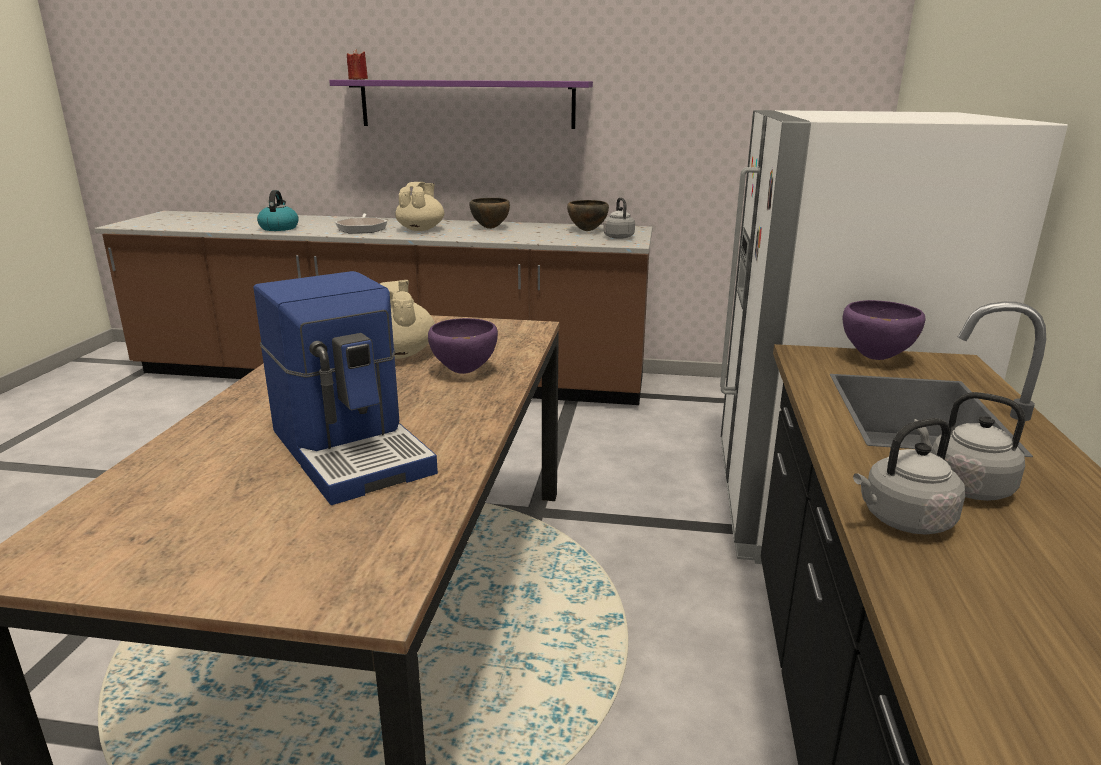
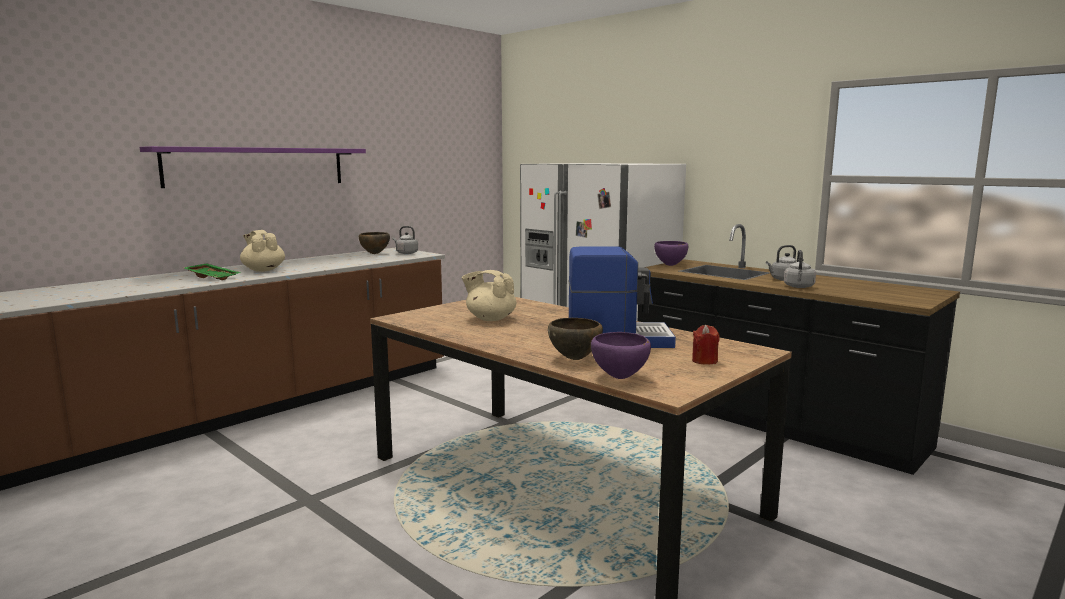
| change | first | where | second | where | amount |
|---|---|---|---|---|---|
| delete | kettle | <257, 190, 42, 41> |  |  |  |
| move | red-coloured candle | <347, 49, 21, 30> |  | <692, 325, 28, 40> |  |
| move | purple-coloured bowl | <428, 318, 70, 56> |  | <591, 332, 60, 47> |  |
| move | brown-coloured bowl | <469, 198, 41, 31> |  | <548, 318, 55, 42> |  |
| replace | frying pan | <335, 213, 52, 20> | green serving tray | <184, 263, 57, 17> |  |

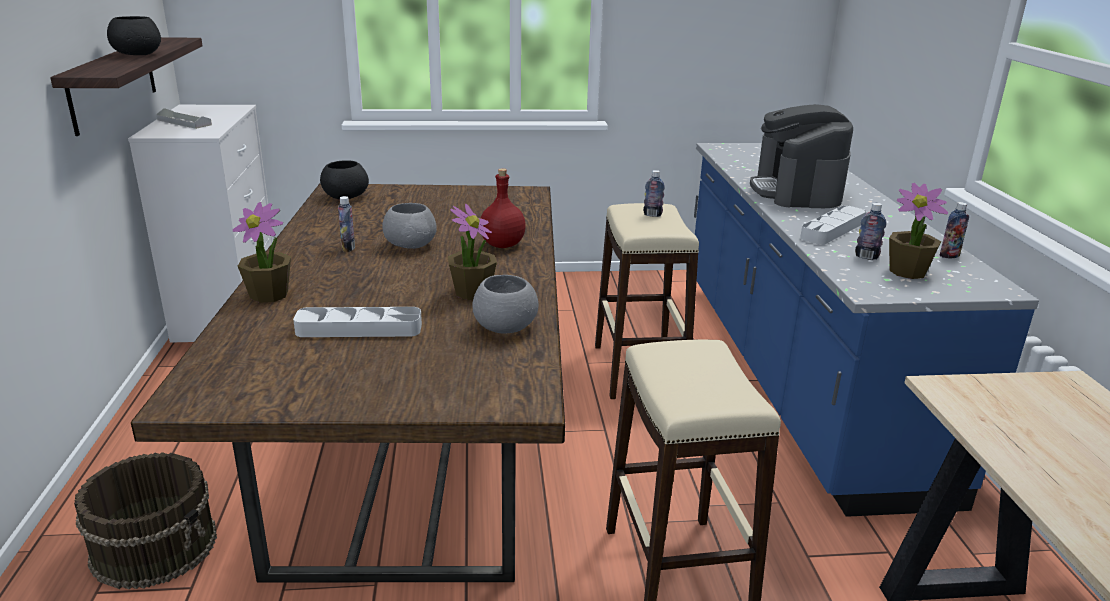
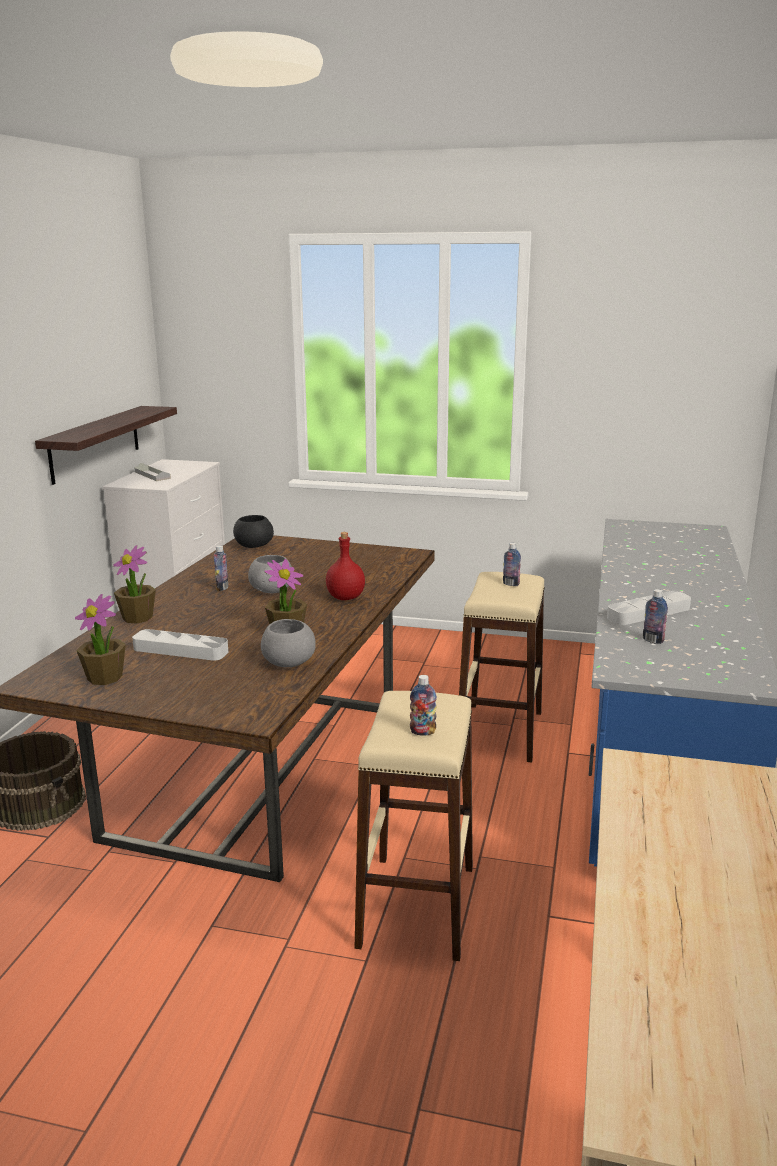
| change | first | where | second | where | amount |
|---|---|---|---|---|---|
| delete | black-coloured bowl | <107, 16, 54, 39> |  |  |  |
| delete | coffee maker | <750, 104, 103, 104> |  |  |  |
| move | houseplant | <889, 183, 60, 96> |  | <75, 594, 51, 91> |  |
| move | drink bottle | <940, 202, 29, 56> |  | <410, 675, 27, 60> |  |

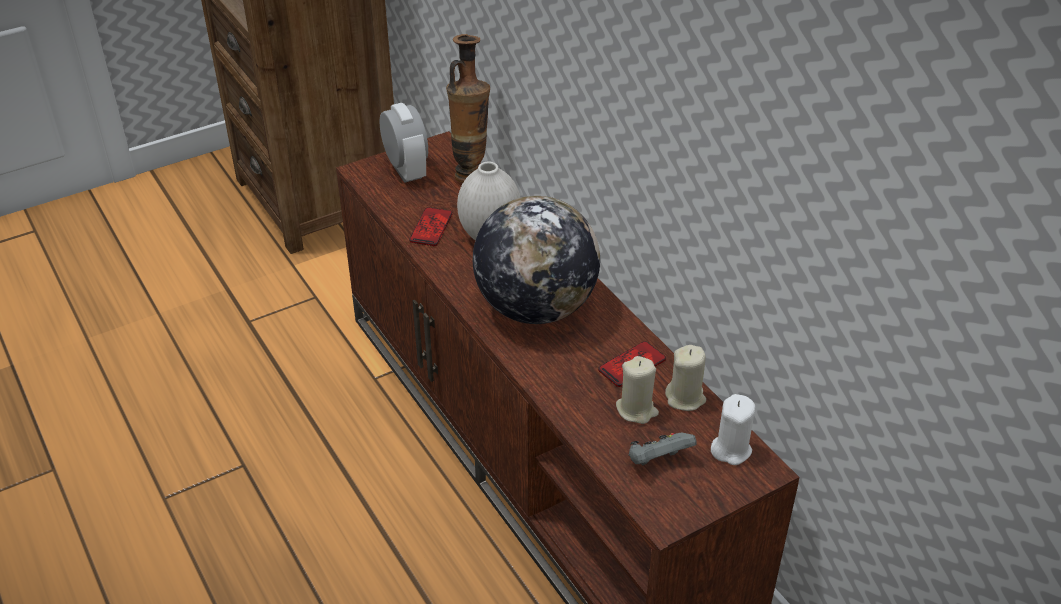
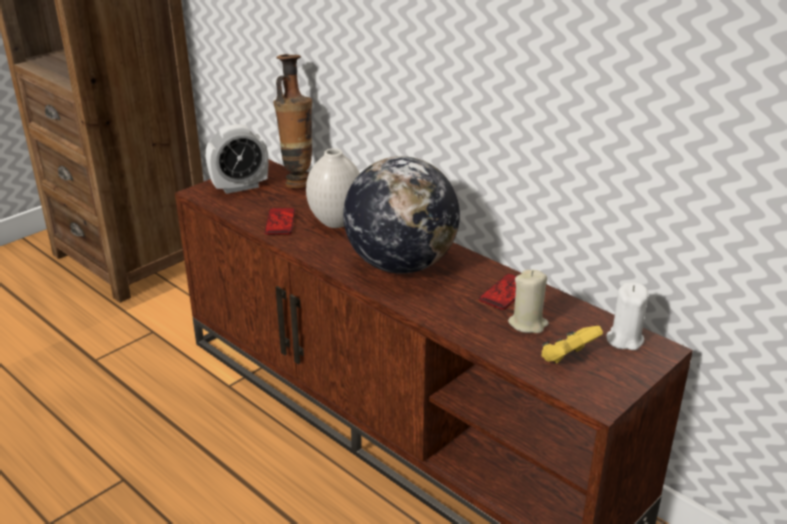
| change | first | where | second | where | amount |
|---|---|---|---|---|---|
| delete | sand-coloured candle | <665, 345, 41, 66> |  |  |  |
| recolor | greyish joypad | <629, 433, 68, 33> | yellow joypad | <542, 326, 61, 37> |  |
| rotate | table clock | <380, 103, 48, 80> |  | <206, 124, 62, 70> | 105 degrees clockwise |

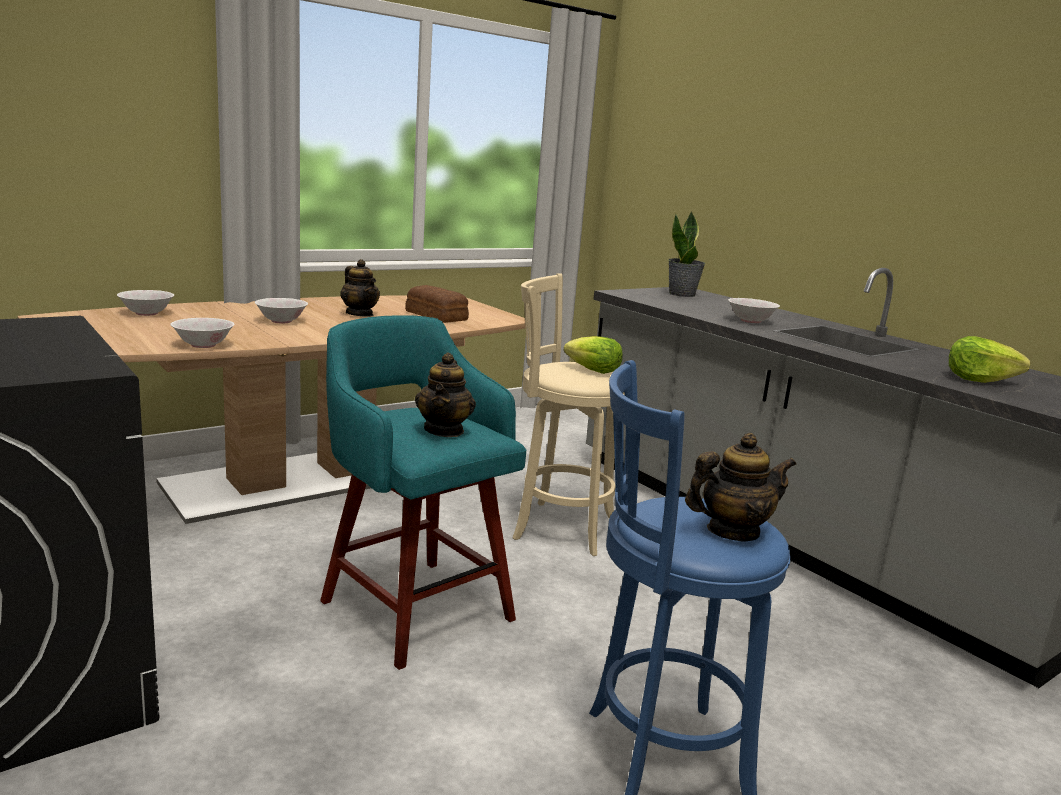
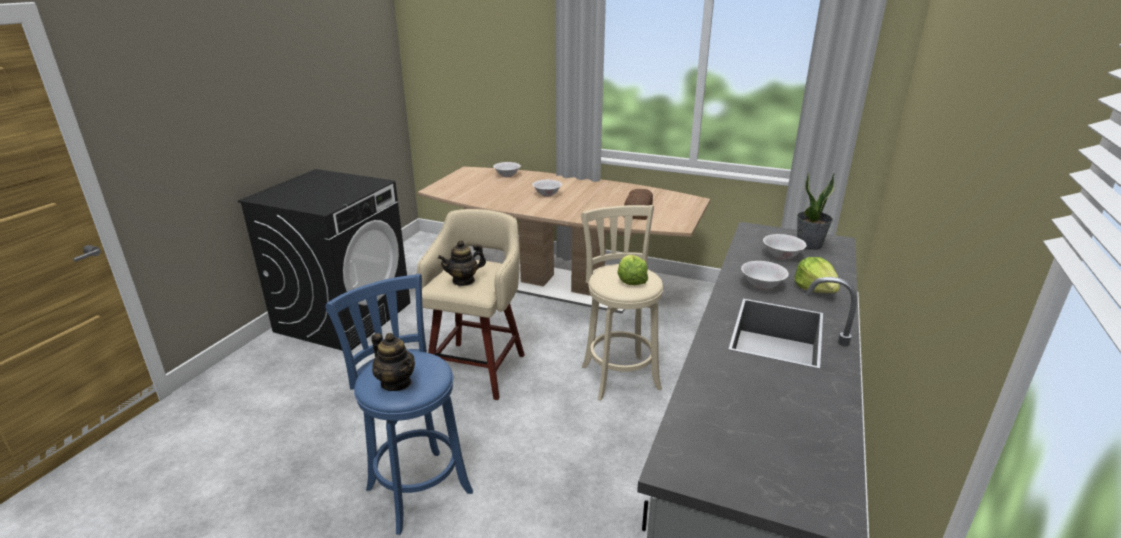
| change | first | where | second | where | amount |
|---|---|---|---|---|---|
| delete | teapot | <340, 259, 40, 58> |  |  |  |
| move | whitish bowl | <170, 318, 64, 30> |  | <763, 234, 44, 26> |  |
| move | lettuce | <949, 336, 81, 47> |  | <794, 257, 46, 36> |  |
| recolor | turquoise-coloured sitting stool | <320, 315, 206, 355> | sand-coloured sitting stool | <417, 209, 108, 191> |  |

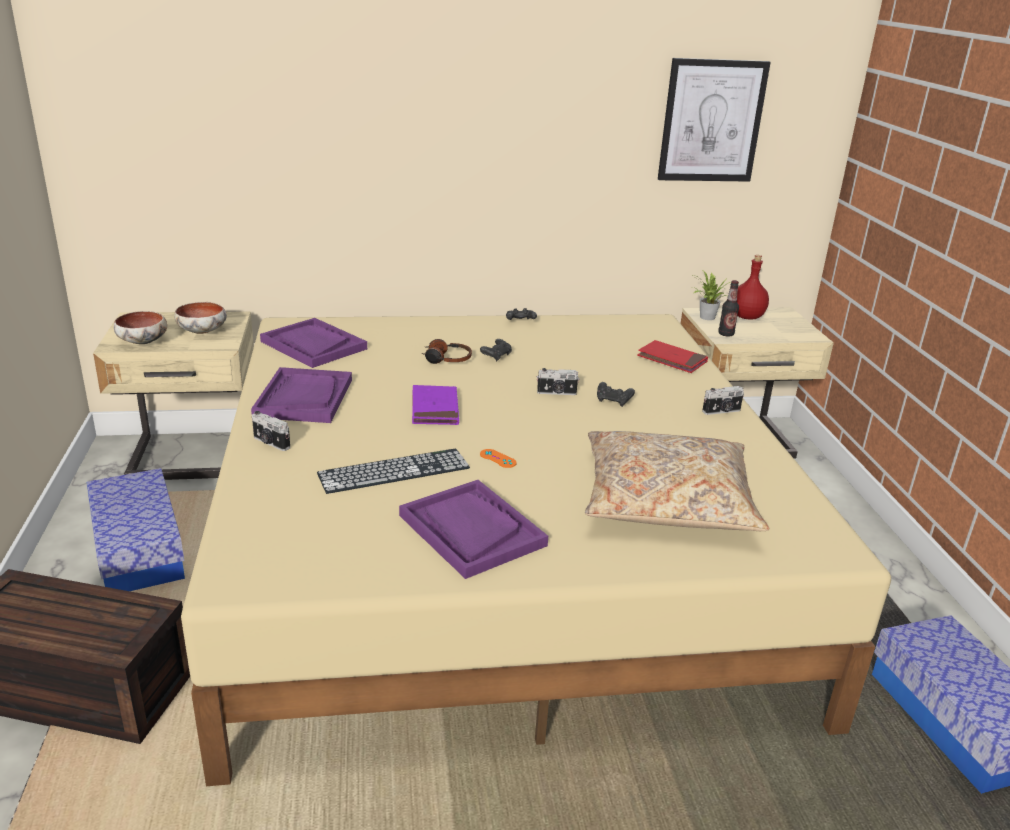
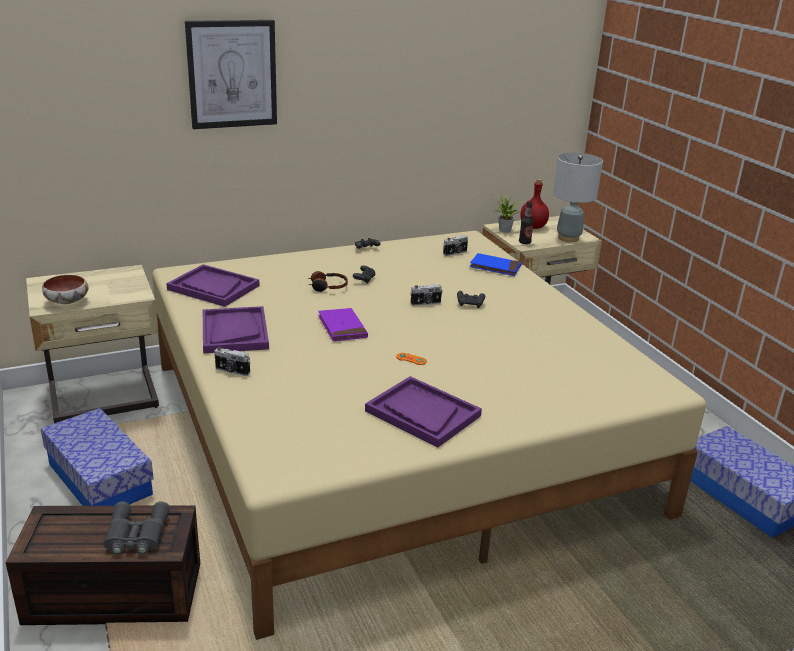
| change | first | where | second | where | amount |
|---|---|---|---|---|---|
| delete | bowl | <174, 302, 53, 32> |  |  |  |
| delete | PC keyboard | <317, 449, 153, 45> |  |  |  |
| delete | sand-coloured throw pillow | <585, 431, 185, 100> |  |  |  |
| insert |  |  | greyish field glasses | <103, 501, 67, 54> |  |
| insert |  |  | greyish lamp for a table | <553, 152, 50, 90> |  |
| move | picture | <658, 58, 113, 124> |  | <185, 20, 92, 109> |  |
| move | photo camera | <702, 386, 42, 29> |  | <443, 235, 25, 21> |  |
| recolor | red-coloured bound book | <637, 340, 71, 33> | bluish bound book | <470, 253, 52, 23> |  |

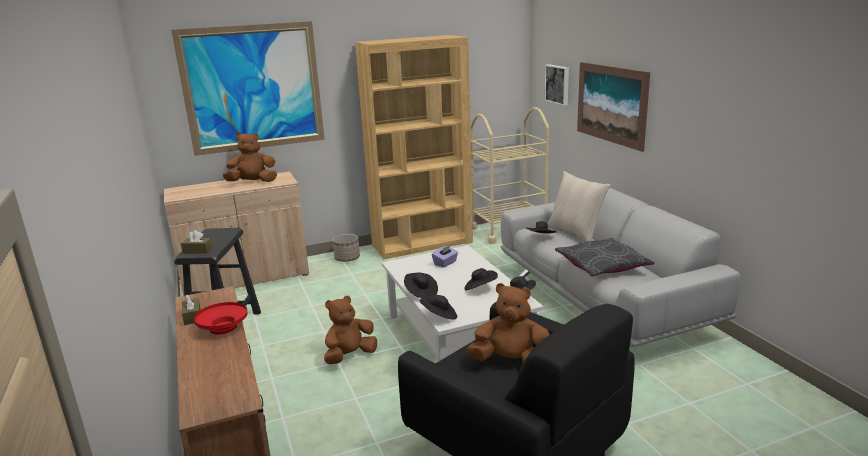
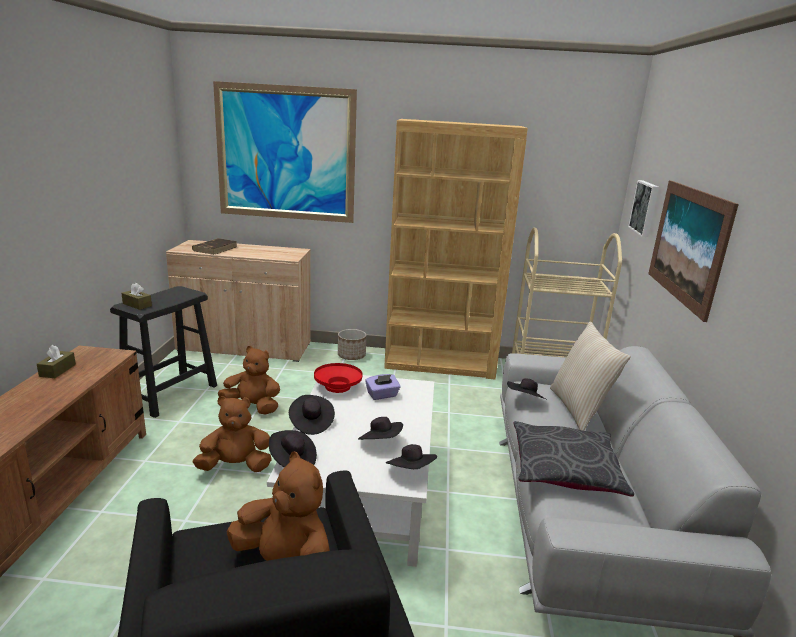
| change | first | where | second | where | amount |
|---|---|---|---|---|---|
| insert |  |  | brown-coloured bound book | <192, 238, 45, 17> |  |
| move | red-coloured bowl | <194, 302, 54, 32> |  | <314, 363, 49, 30> |  |
| move | brown-coloured cuddly toy | <223, 133, 54, 49> |  | <218, 346, 62, 69> |  |

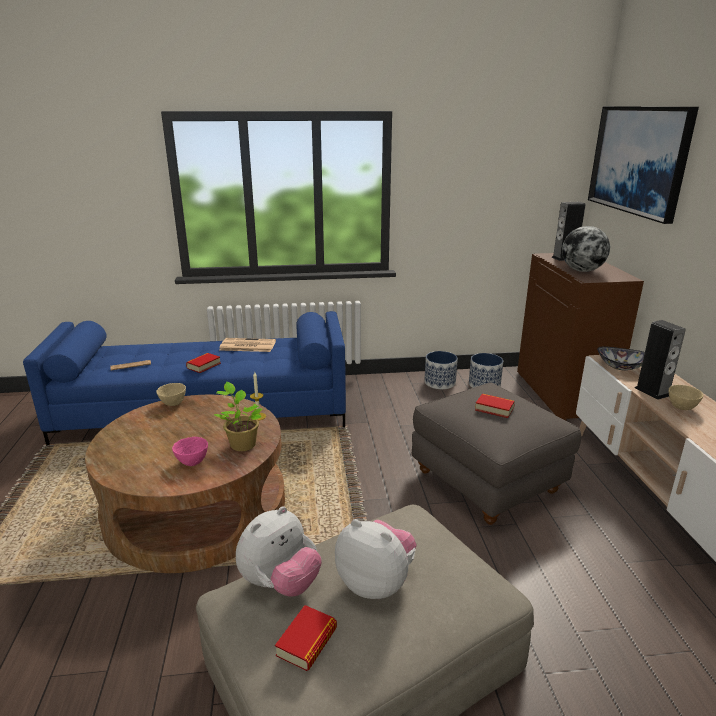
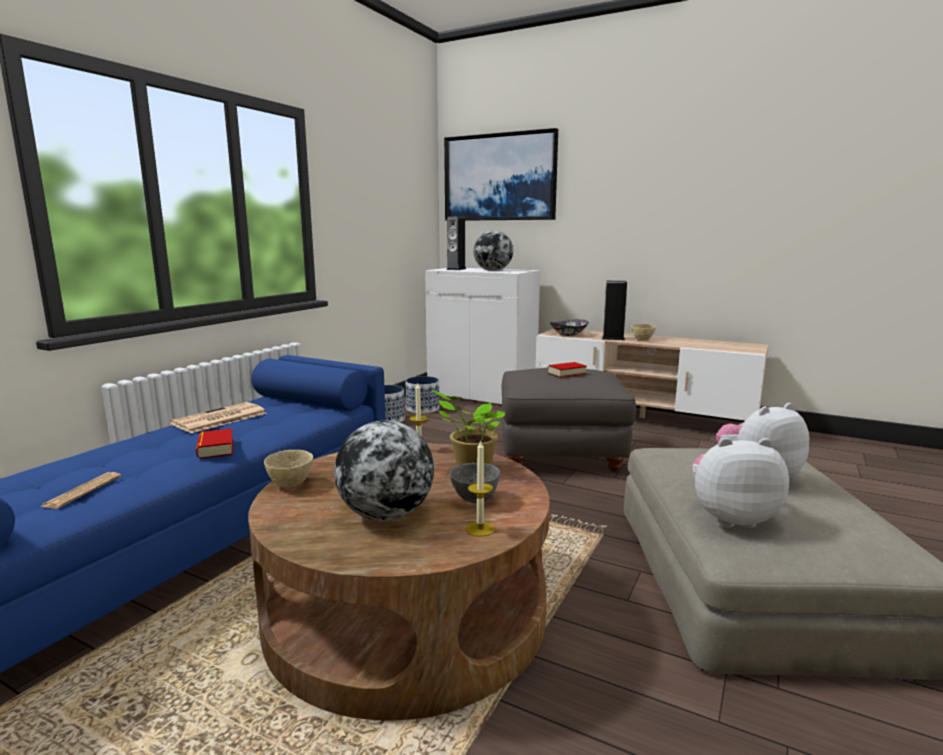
| change | first | where | second | where | amount |
|---|---|---|---|---|---|
| delete | bound book | <275, 605, 62, 66> |  |  |  |
| insert |  |  | globe | <334, 420, 100, 101> |  |
| insert |  |  | candle | <466, 440, 29, 97> |  |
| recolor | pinkish bowl | <172, 437, 36, 29> | greyish bowl | <450, 463, 50, 40> |  |
| recolor | brown-coloured cabinet | <517, 253, 127, 168> | whitish cabinet | <425, 268, 115, 136> |  |
| rotate | cuddly toy | <236, 506, 86, 91> |  | <693, 437, 96, 91> | 75 degrees counterclockwise |

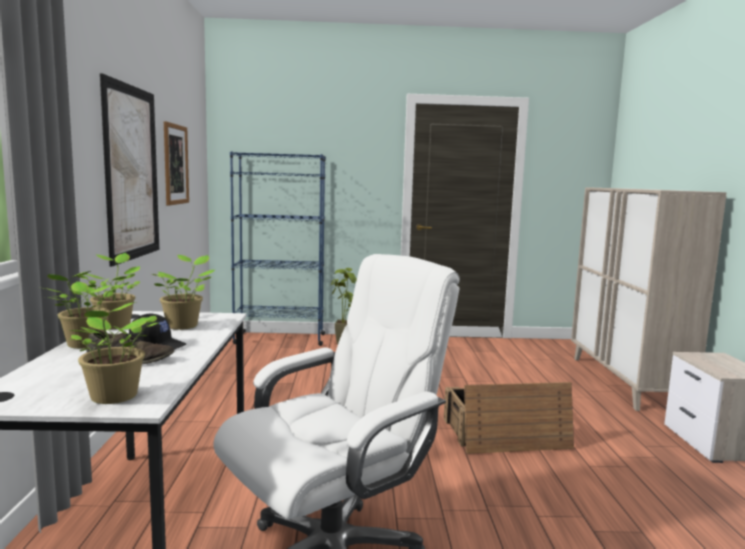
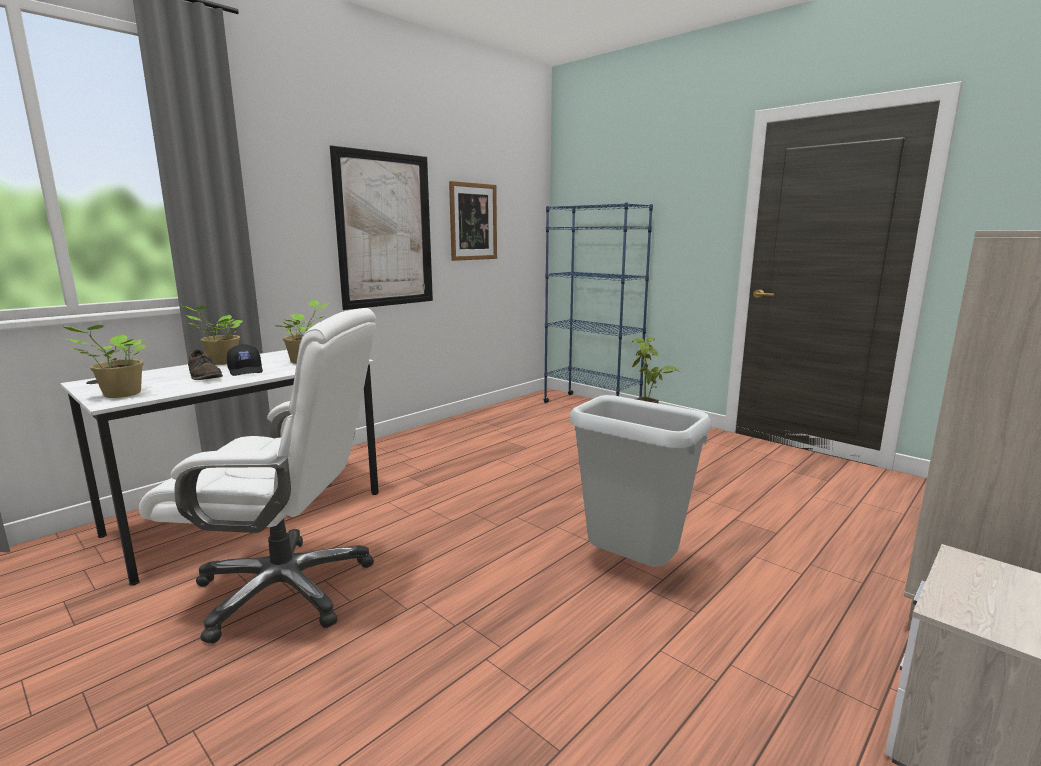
| change | first | where | second | where | amount |
|---|---|---|---|---|---|
| delete | houseplant | <77, 253, 63, 76> |  |  |  |
| replace | packing crate | <444, 382, 130, 72> | greyish rubbish bin | <570, 395, 142, 172> |  |

